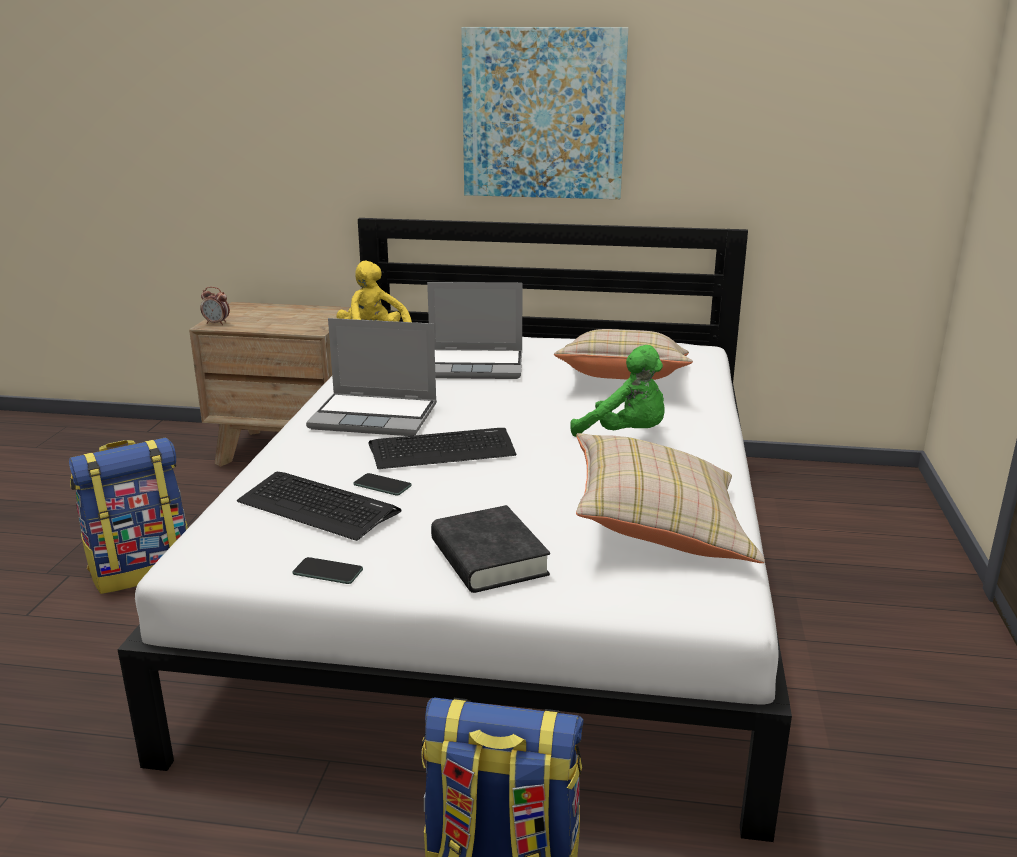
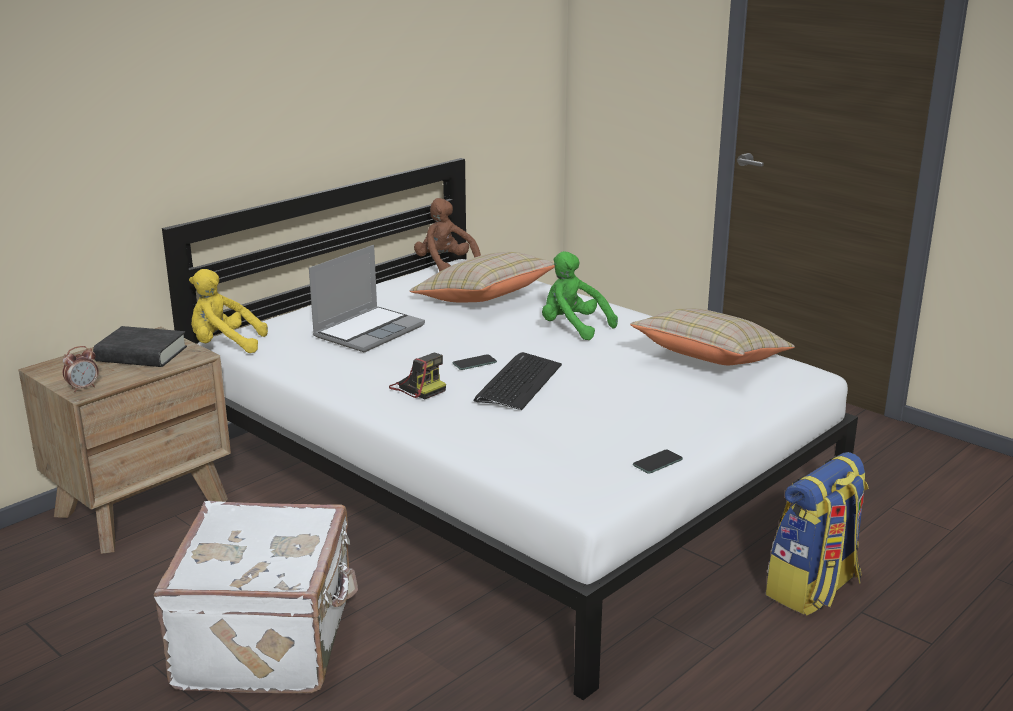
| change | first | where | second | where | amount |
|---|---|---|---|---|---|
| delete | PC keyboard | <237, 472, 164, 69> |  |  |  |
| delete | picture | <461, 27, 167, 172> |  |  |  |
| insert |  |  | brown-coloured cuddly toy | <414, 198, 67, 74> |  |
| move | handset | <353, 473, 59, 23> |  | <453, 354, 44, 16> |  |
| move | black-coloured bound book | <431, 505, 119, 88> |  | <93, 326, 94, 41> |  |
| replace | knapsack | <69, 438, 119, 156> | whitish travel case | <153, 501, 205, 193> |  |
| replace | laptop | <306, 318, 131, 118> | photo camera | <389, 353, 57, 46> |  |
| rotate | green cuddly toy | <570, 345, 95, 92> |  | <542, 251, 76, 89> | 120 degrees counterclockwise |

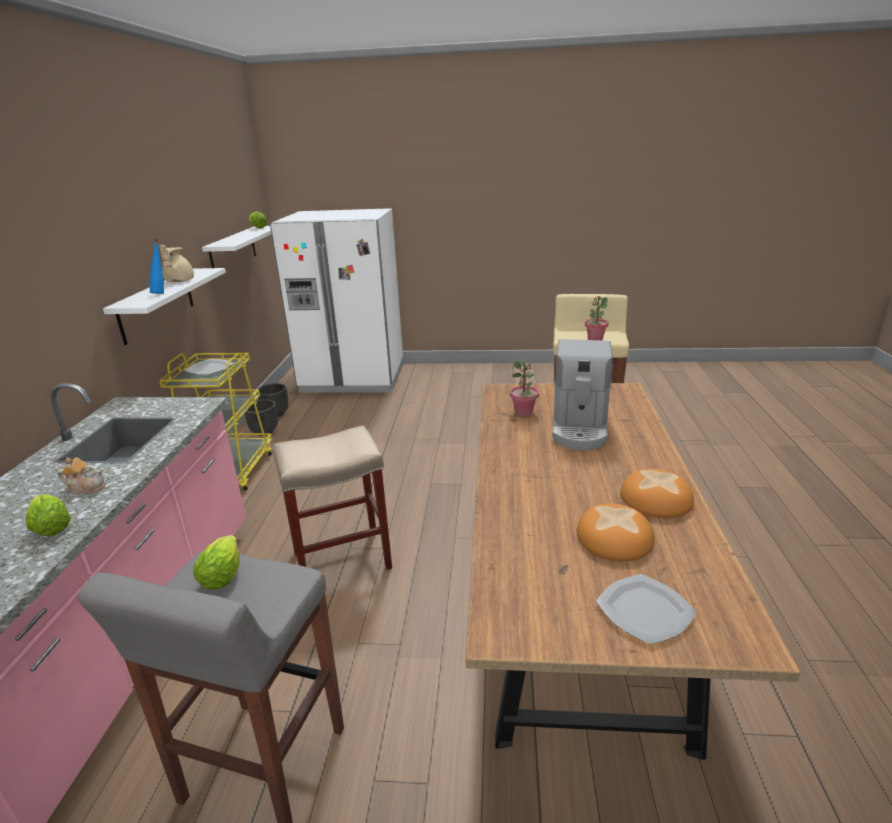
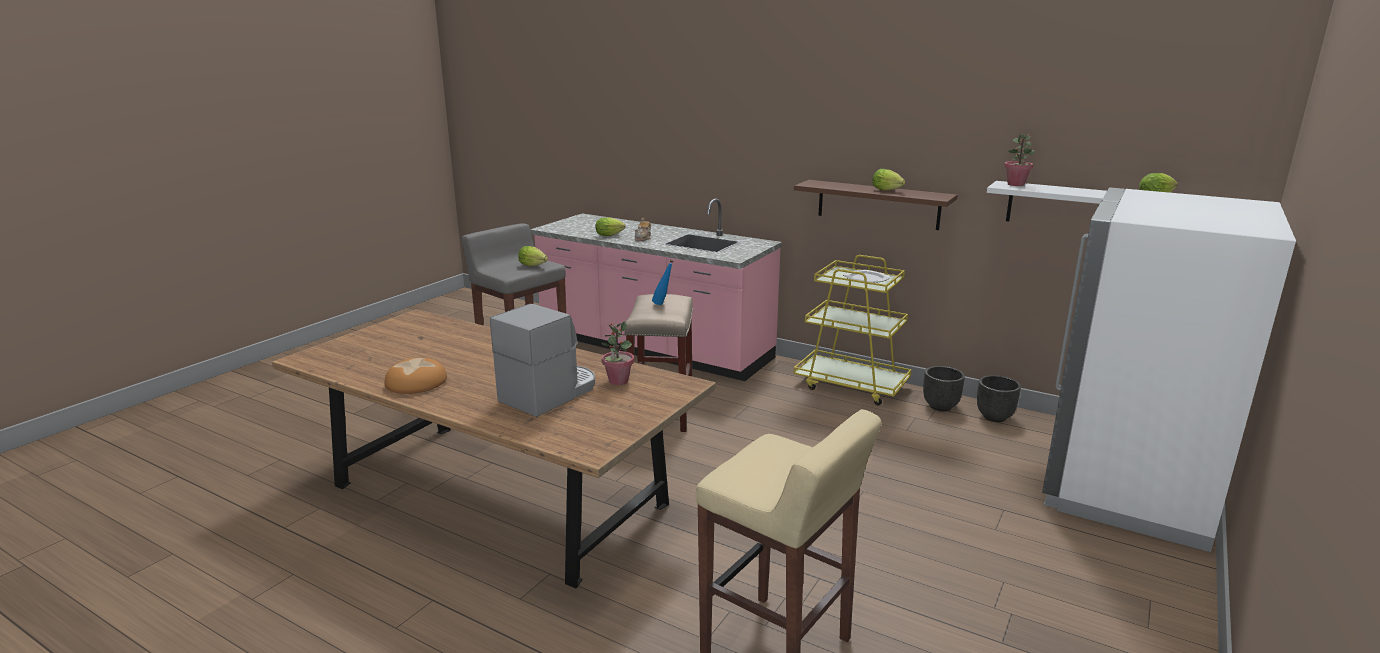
| change | first | where | second | where | amount |
|---|---|---|---|---|---|
| delete | baked bread | <576, 503, 79, 58> |  |  |  |
| delete | dinner plate | <596, 574, 101, 71> |  |  |  |
| move | bluish drink bottle | <150, 239, 14, 55> |  | <652, 259, 22, 46> |  |
| move | houseplant | <585, 296, 24, 44> |  | <1004, 133, 31, 53> |  |
| replace | sand-coloured teapot | <160, 245, 34, 37> | lettuce | <872, 169, 33, 22> |  |
| recolor | whitish wall shelf | <103, 268, 123, 77> | brown-coloured wall shelf | <794, 180, 163, 50> |  |
| rotate | coffee maker | <552, 339, 61, 111> |  | <490, 304, 105, 113> | 90 degrees clockwise |

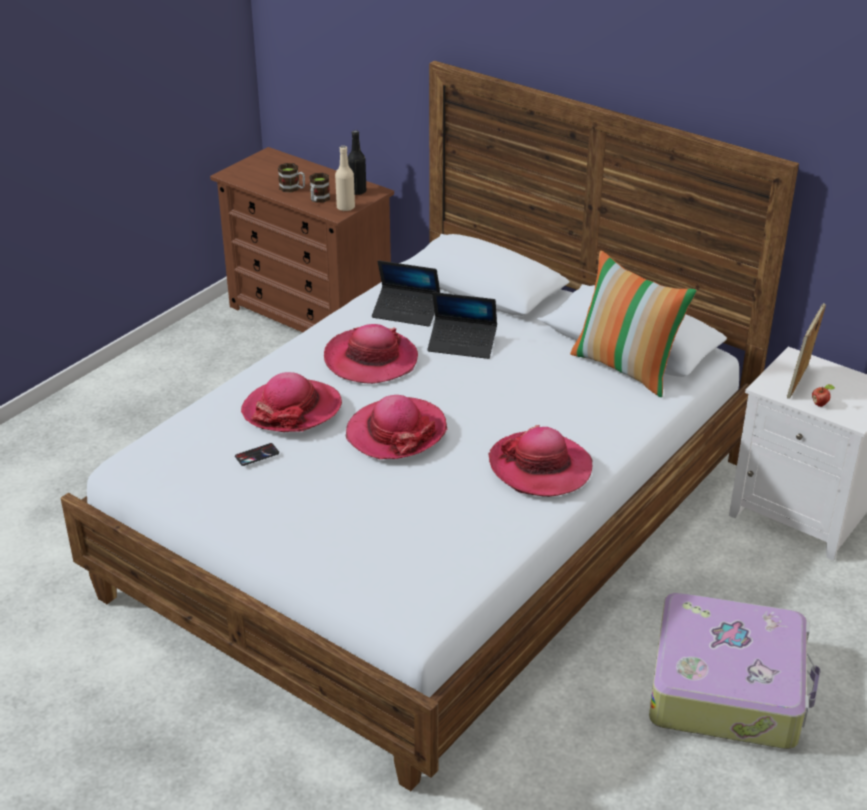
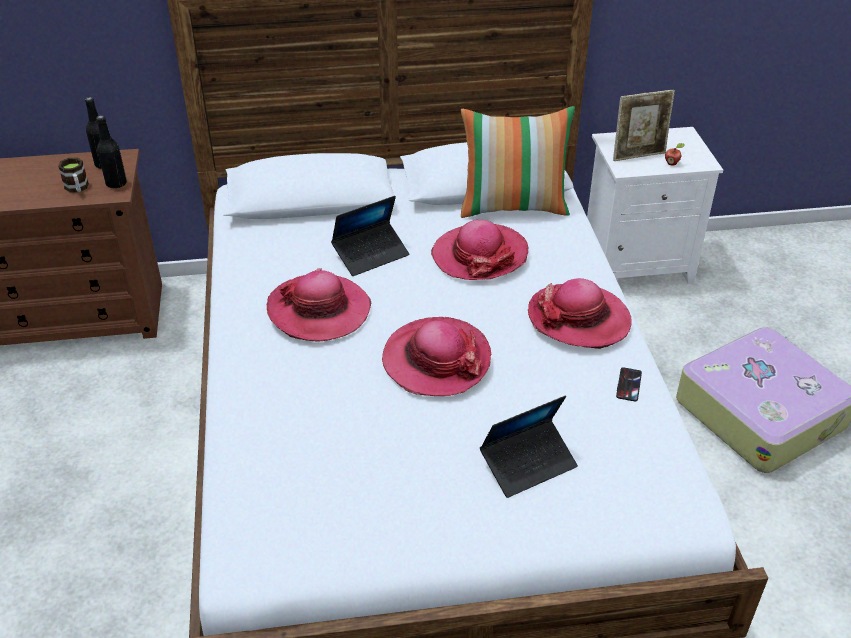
| change | first | where | second | where | amount |
|---|---|---|---|---|---|
| delete | coffee mug | <278, 163, 27, 29> |  |  |  |
| move | handset | <235, 443, 44, 23> |  | <616, 367, 26, 35> |  |
| move | clothing hat | <241, 372, 101, 60> |  | <431, 220, 97, 60> |  |
| move | laptop | <372, 260, 68, 67> |  | <480, 396, 98, 102> |  |
| recolor | sand-coloured drink bottle | <335, 146, 20, 65> | black-coloured drink bottle | <96, 115, 31, 73> |  |
| rotate | photo frame | <787, 303, 39, 96> |  | <613, 90, 62, 71> | 90 degrees counterclockwise |

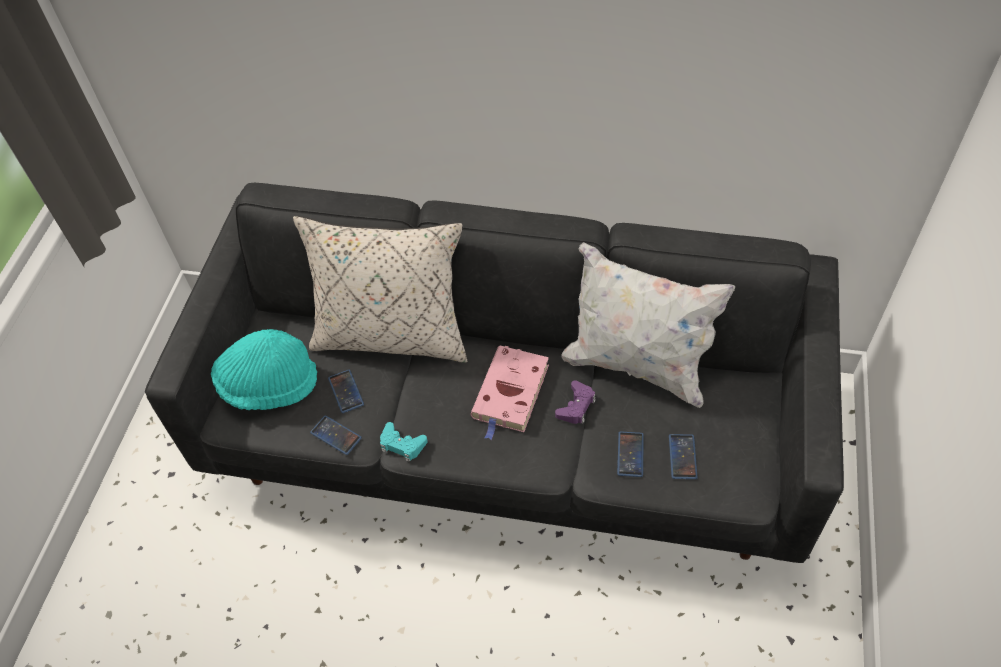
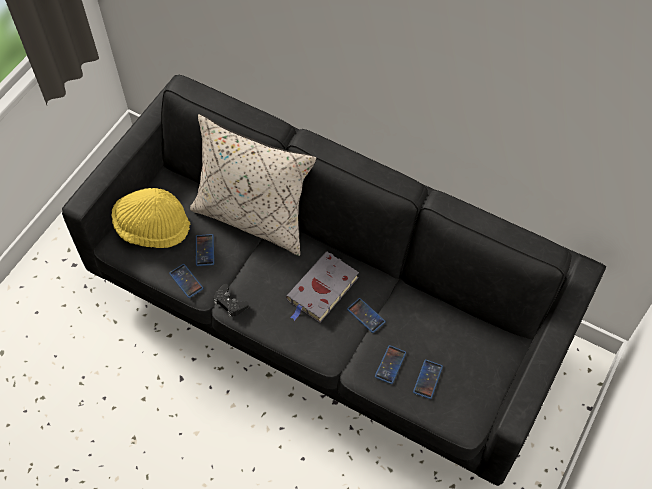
| change | first | where | second | where | amount |
|---|---|---|---|---|---|
| delete | whitish throw pillow | <562, 242, 173, 166> |  |  |  |
| replace | purple-coloured joypad | <555, 380, 41, 44> | handset | <347, 298, 39, 35> |  |
| recolor | turquoise-coloured clothing hat | <211, 329, 106, 81> | yellow clothing hat | <112, 188, 78, 60> |  |
| recolor | turquoise-coloured joypad | <380, 422, 48, 40> | black-coloured joypad | <214, 284, 35, 34> |  |
| recolor | pinkish bound book | <470, 346, 79, 94> | greyish bound book | <286, 252, 73, 71> |  |

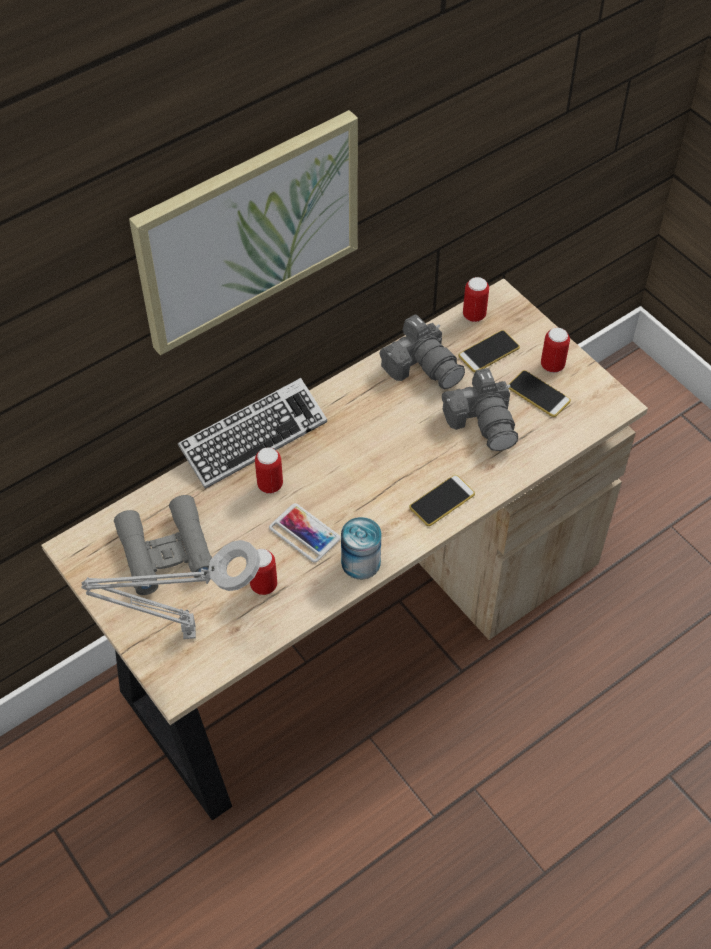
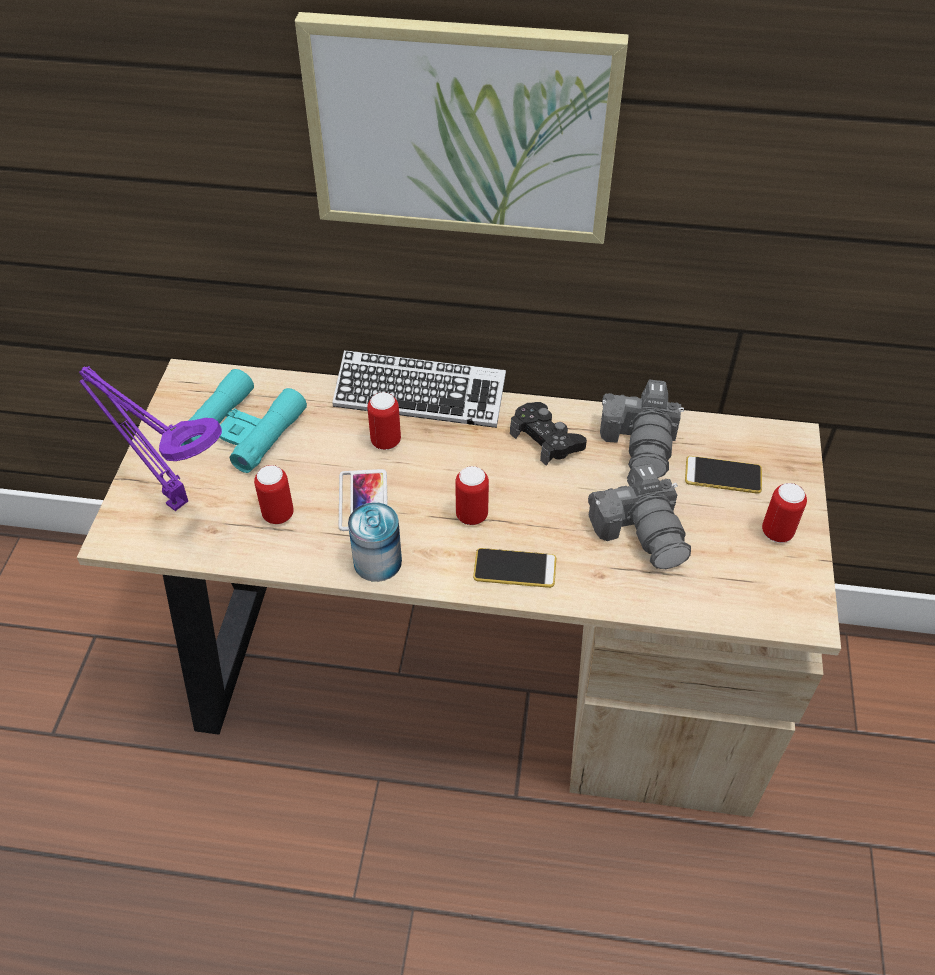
| change | first | where | second | where | amount |
|---|---|---|---|---|---|
| delete | handset | <508, 370, 63, 47> |  |  |  |
| insert |  |  | black-coloured joypad | <510, 402, 77, 64> |  |
| move | can | <463, 277, 26, 45> |  | <455, 466, 34, 59> |  |
| recolor | greyish lamp for a table | <81, 540, 179, 99> | purple-coloured lamp for a table | <79, 366, 143, 145> |  |
| recolor | greyish field glasses | <114, 495, 98, 100> | turquoise-coloured field glasses | <181, 369, 126, 104> |  |
| rotate | photo camera | <442, 368, 76, 83> |  | <588, 462, 103, 107> | 45 degrees counterclockwise |

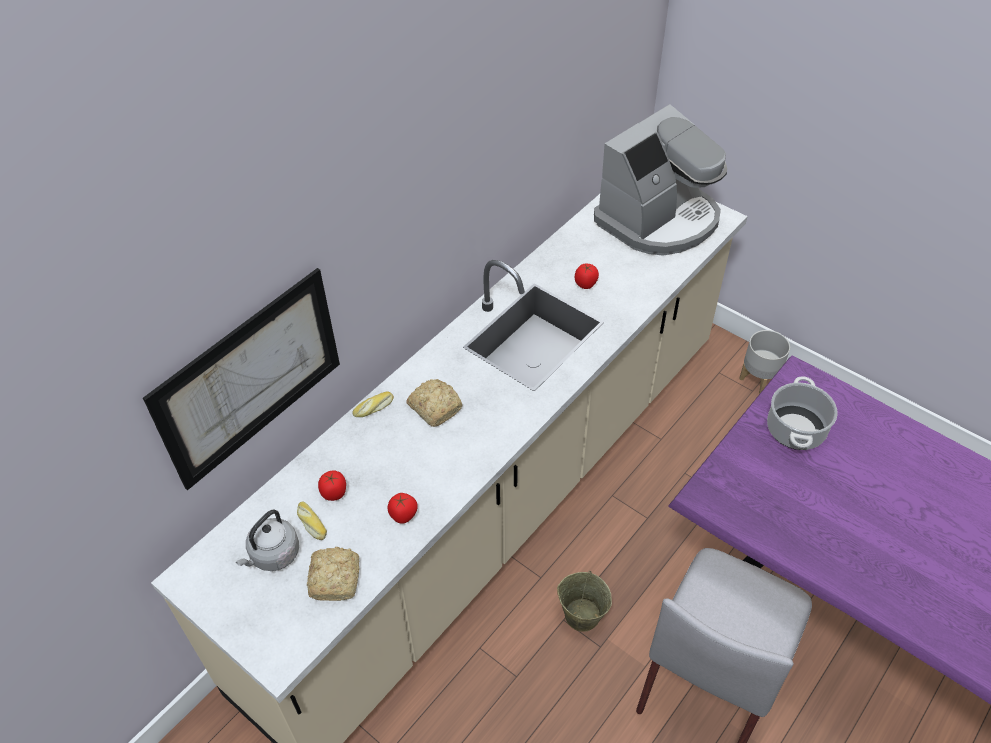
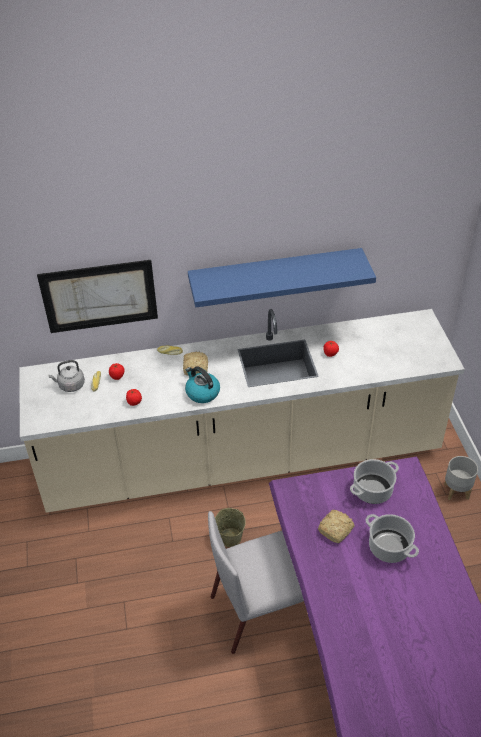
| change | first | where | second | where | amount |
|---|---|---|---|---|---|
| delete | coffee maker | <594, 104, 133, 152> |  |  |  |
| insert |  |  | kettle | <185, 366, 35, 37> |  |
| insert |  |  | bluish wall shelf | <188, 248, 188, 59> |  |
| insert |  |  | stockpot | <365, 514, 54, 49> |  |
| move | baked bread | <307, 547, 53, 54> |  | <318, 510, 36, 33> |  |

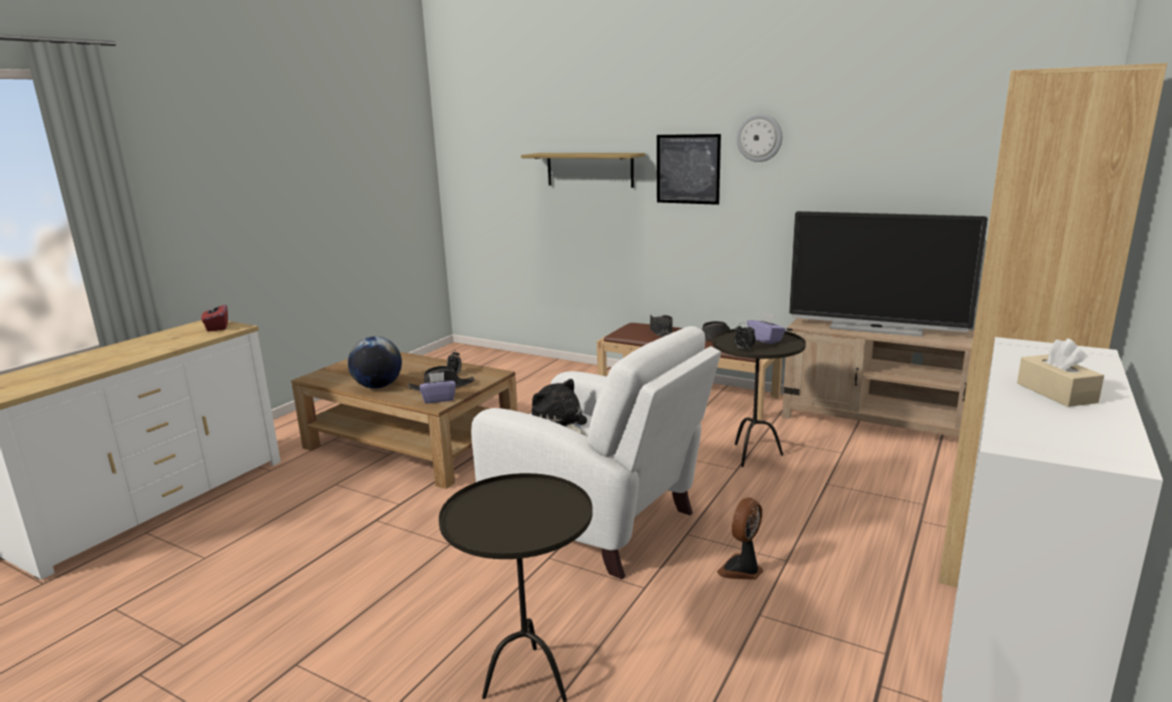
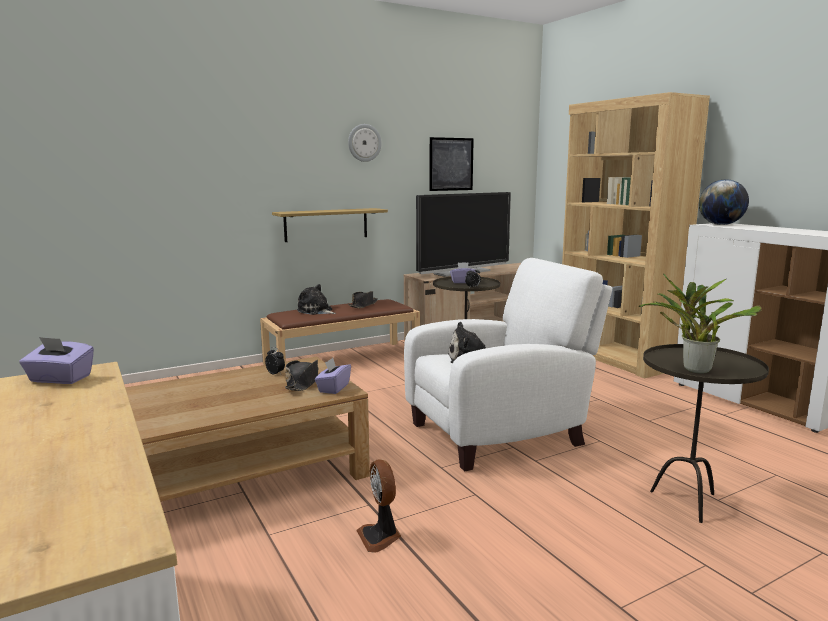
| change | first | where | second | where | amount |
|---|---|---|---|---|---|
| delete | sand-coloured box of tissues | <1017, 338, 87, 69> |  |  |  |
| insert |  |  | houseplant | <639, 273, 123, 101> |  |
| move | globe | <348, 336, 54, 53> |  | <699, 179, 50, 46> |  |
| move | wall shelf | <521, 153, 124, 35> |  | <272, 208, 116, 34> |  |
| move | picture | <657, 134, 64, 71> |  | <429, 137, 45, 54> |  |
| move | cooling fan | <717, 497, 46, 83> |  | <356, 459, 45, 94> |  |
| replace | black-coloured clothing hat | <650, 315, 22, 22> | cuddly toy | <297, 284, 39, 31> |  |
| recolor | red-coloured box of tissues | <201, 300, 27, 32> | purple-coloured box of tissues | <19, 337, 75, 47> |  |

